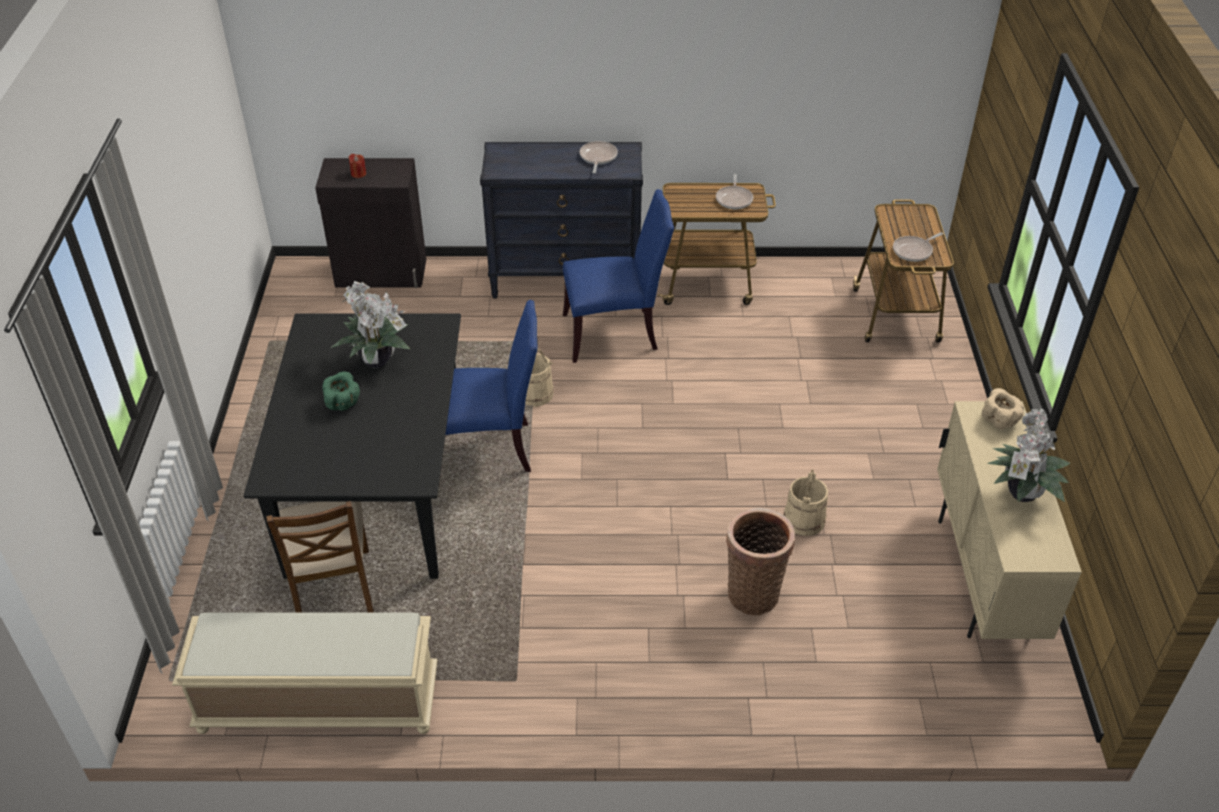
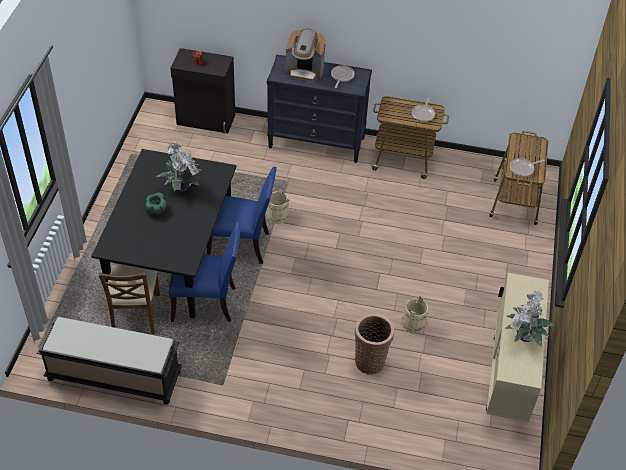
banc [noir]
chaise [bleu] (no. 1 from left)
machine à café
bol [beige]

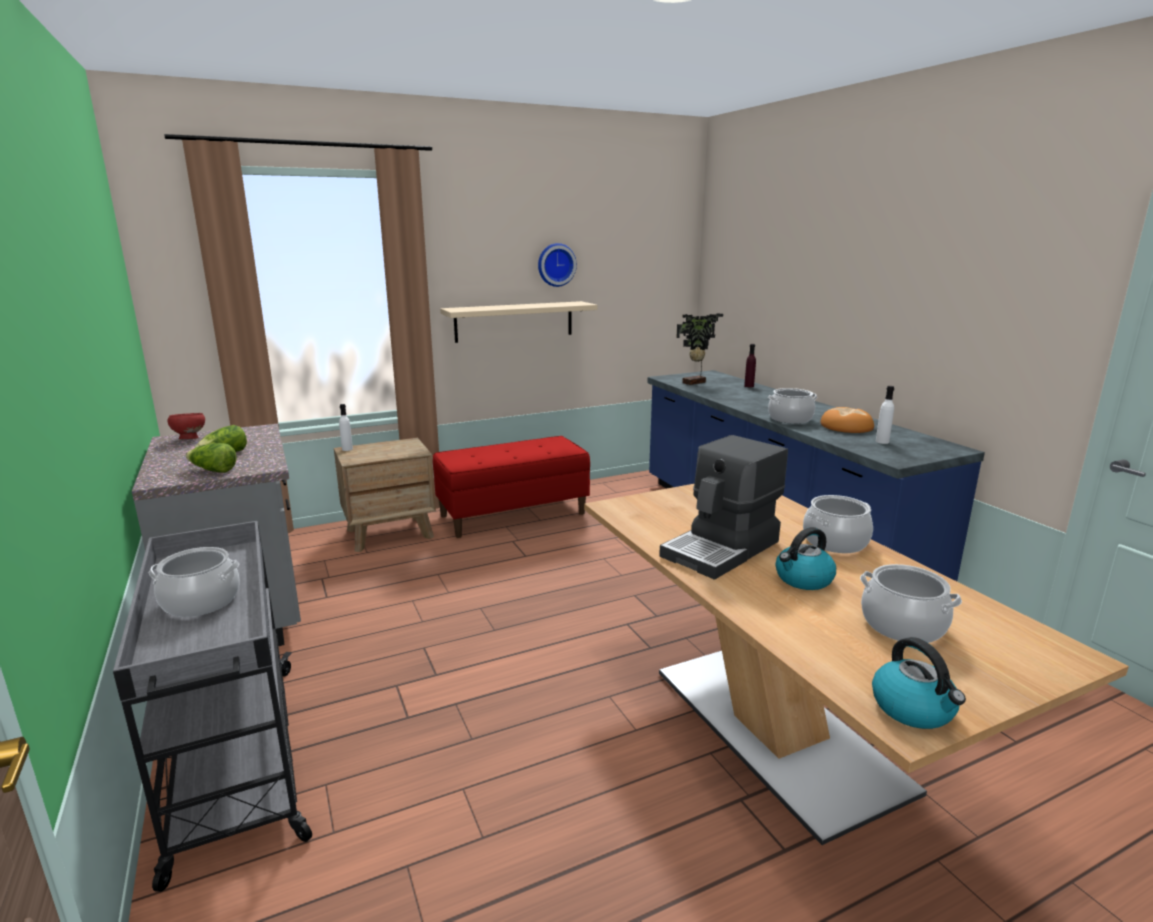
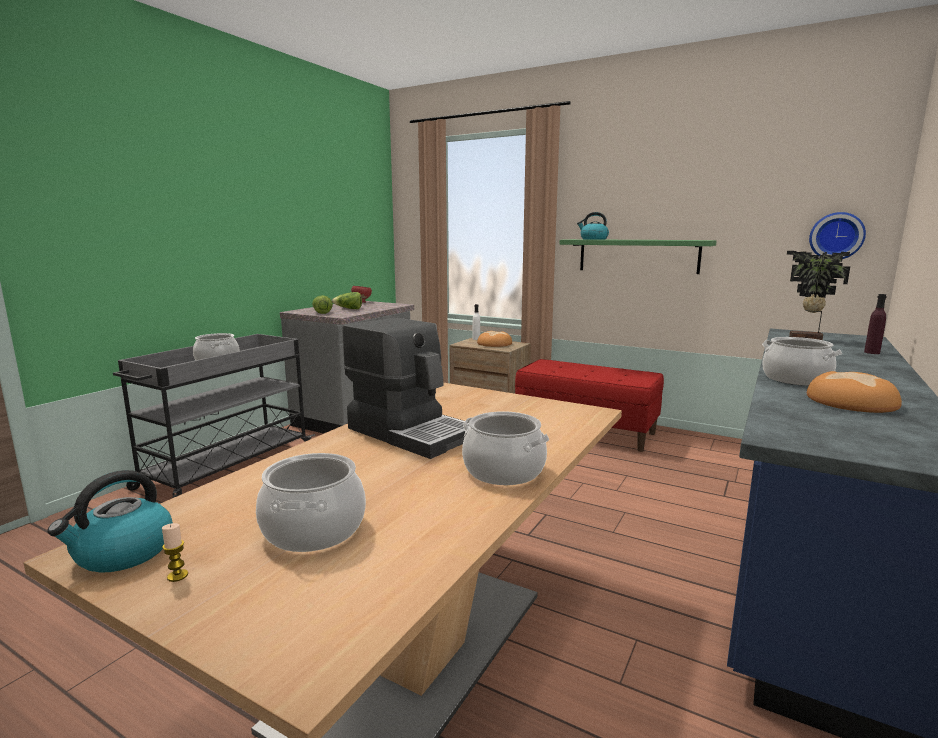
bougie
machine à café
pain (no. 1 from left)
étagère [vert]
bouilloire (no. 2 from left)
horloge murale
bouteille [blanc] (no. 2 from left in the first image)

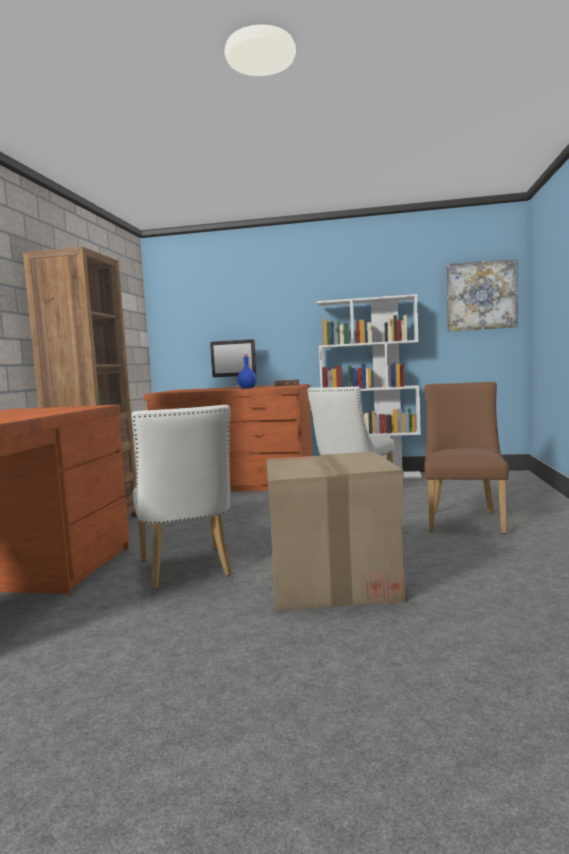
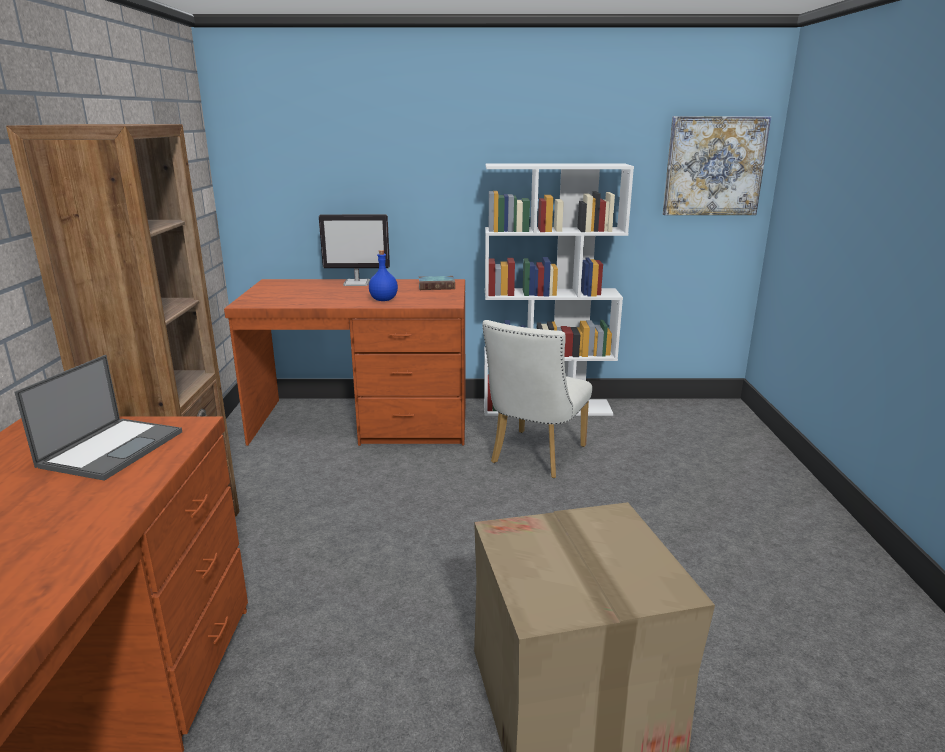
ordinateur portable
chaise [blanc] (no. 1 from left in the first image)
chaise [marron]

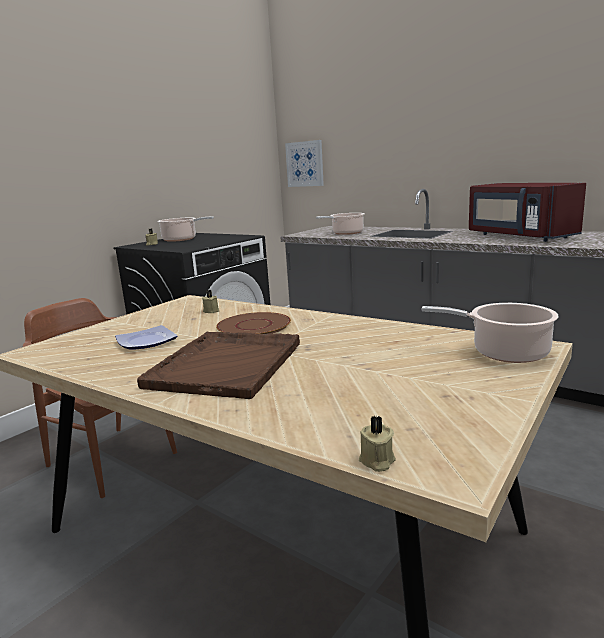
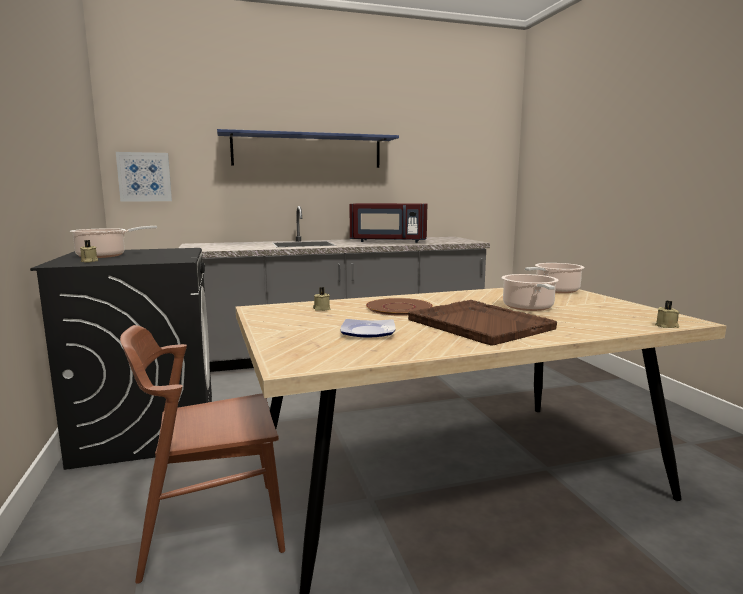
étagère [bleu]
marmite (no. 2 from left)

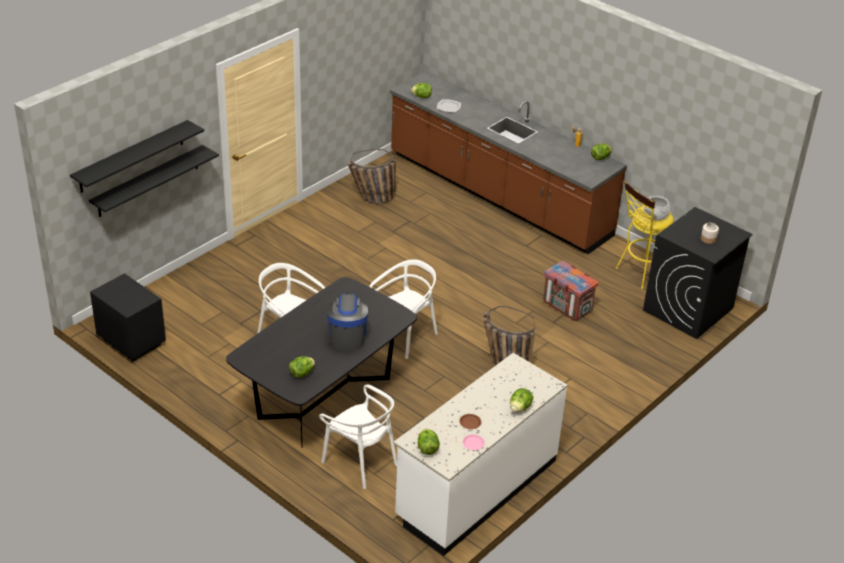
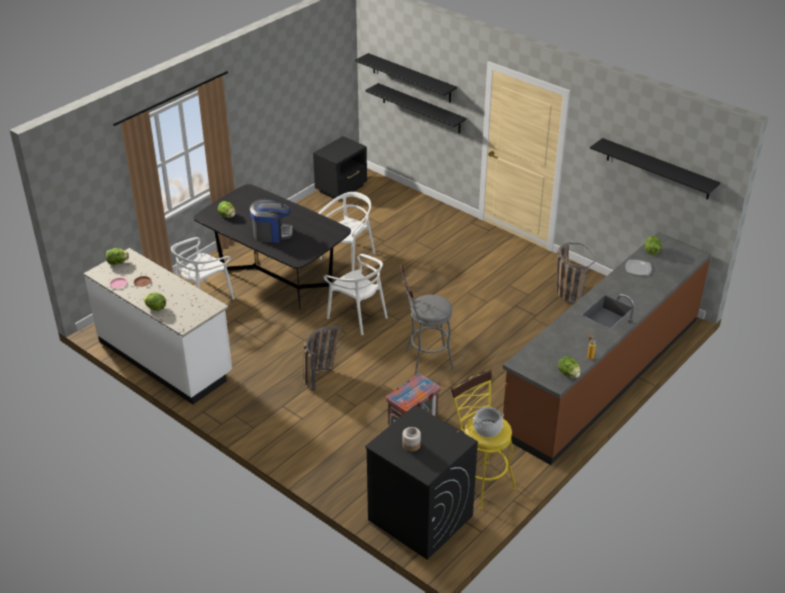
tabouret [gris]
étagère [noir] (no. 3 from left)

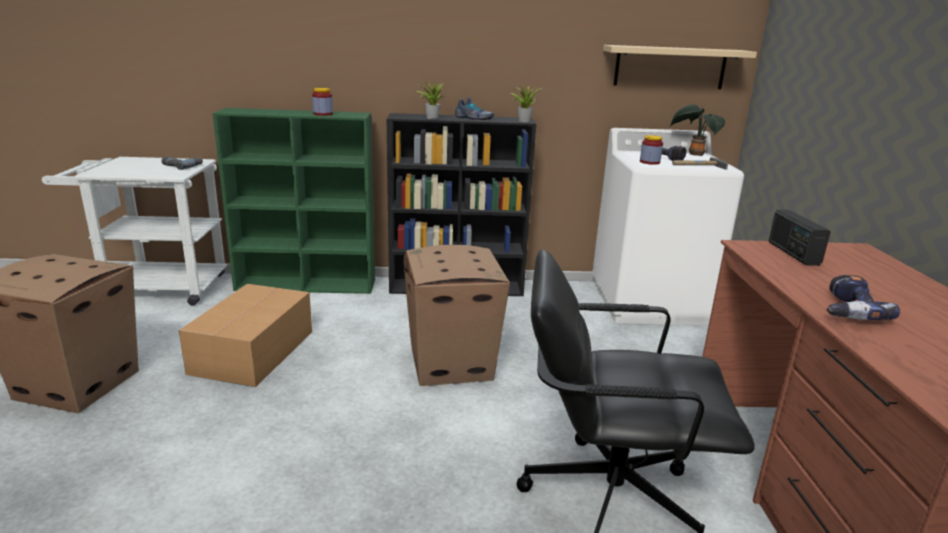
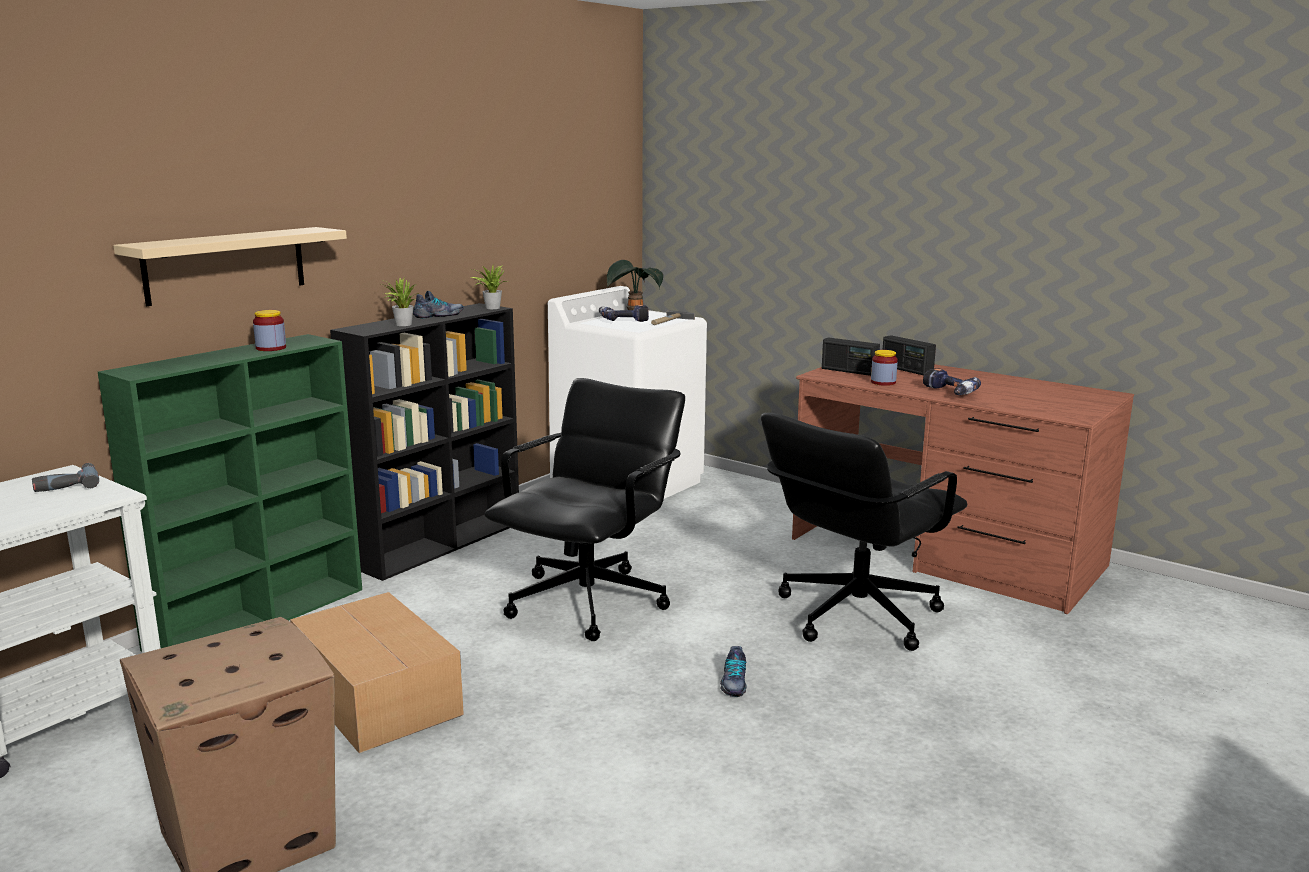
étagère [beige]
chaise de bureau [noir] (no. 1 from left)
chaussure (no. 2 from left)
bocal (no. 2 from left)
radio (no. 2 from left)

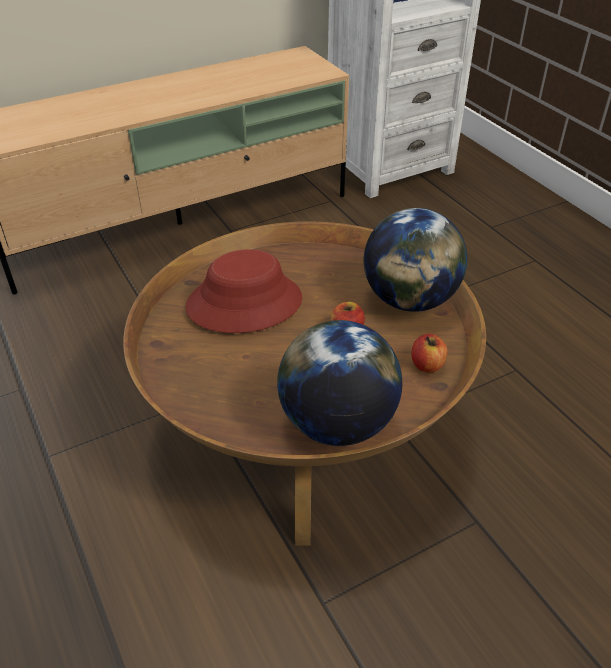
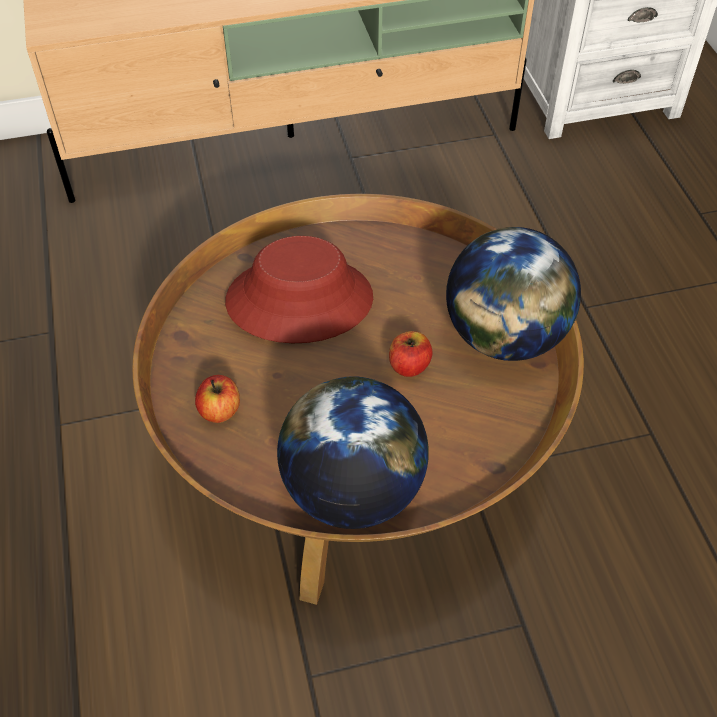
pomme (no. 1 from left)

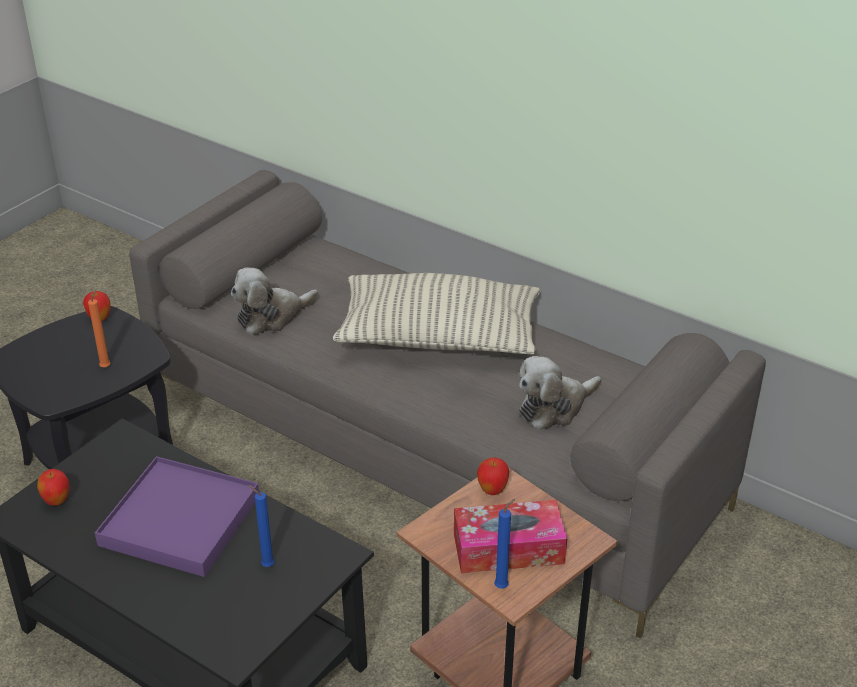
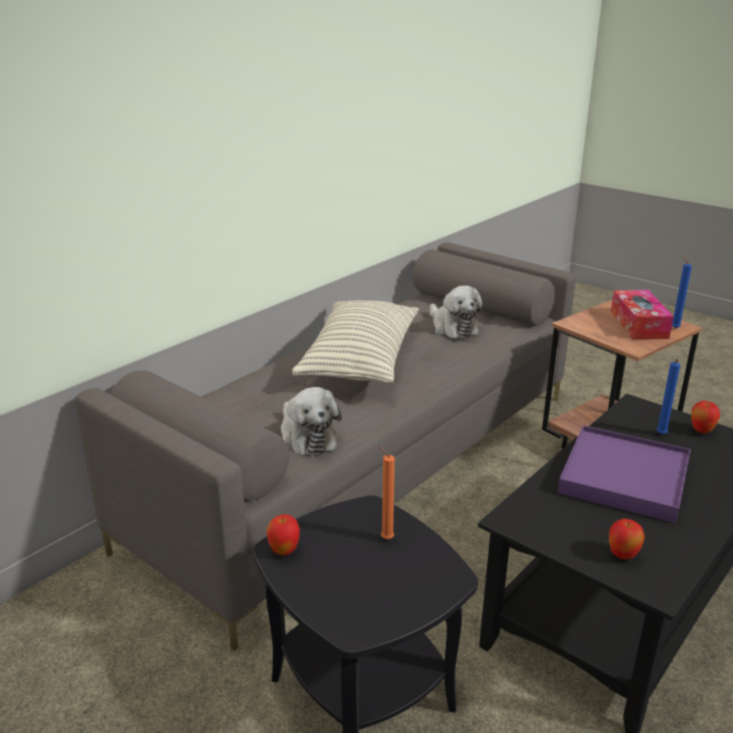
pomme (no. 3 from left)

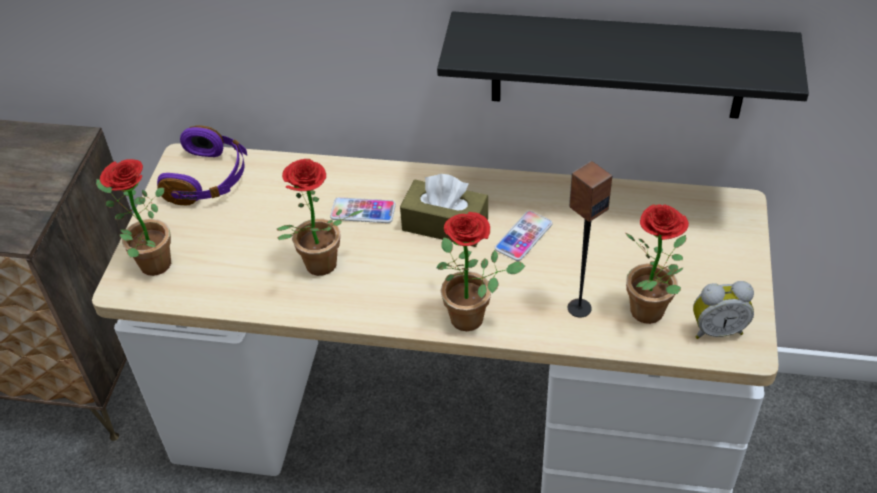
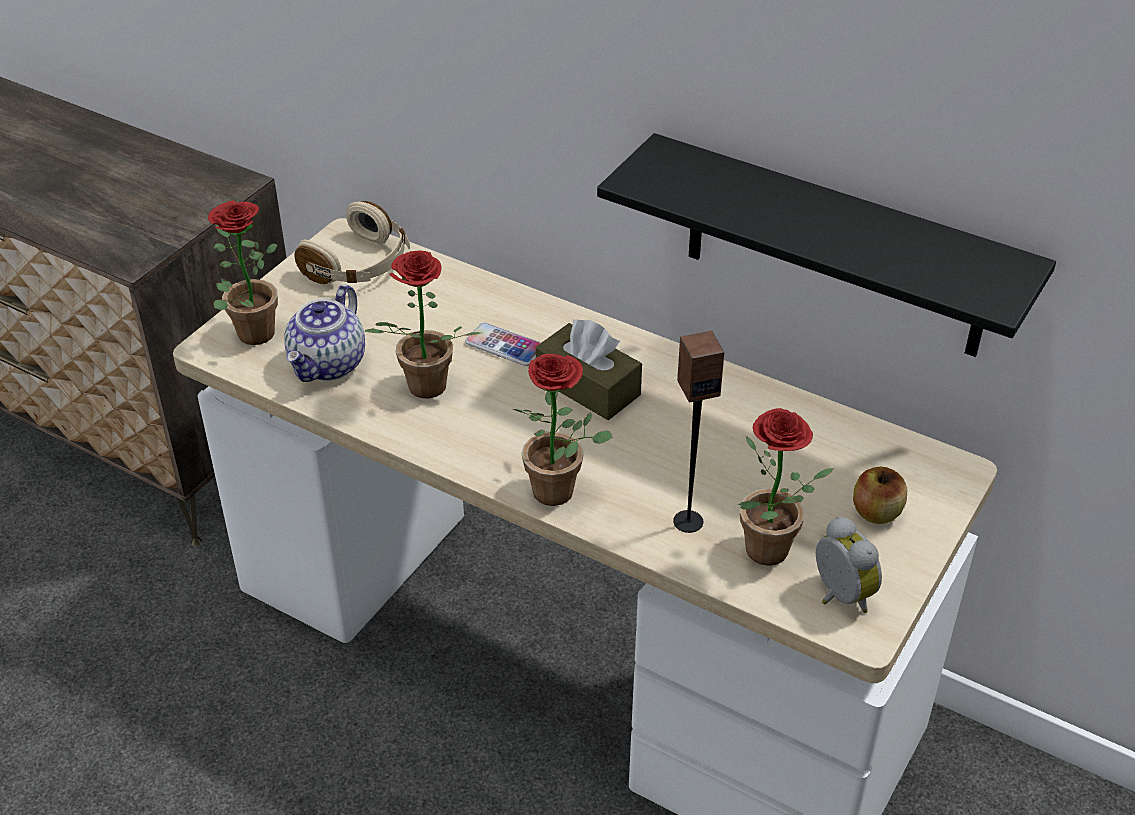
théière
casque audio [beige]
réveil
pomme
téléphone (no. 2 from left in the first image)

